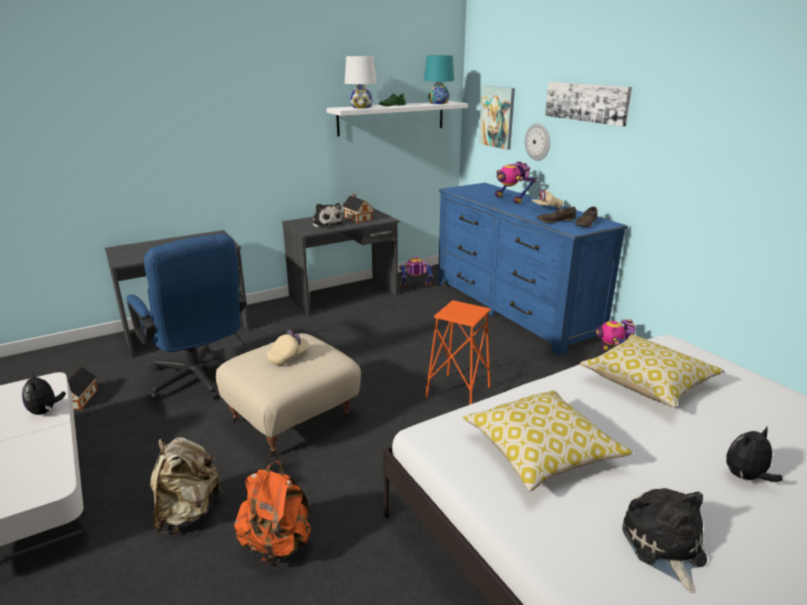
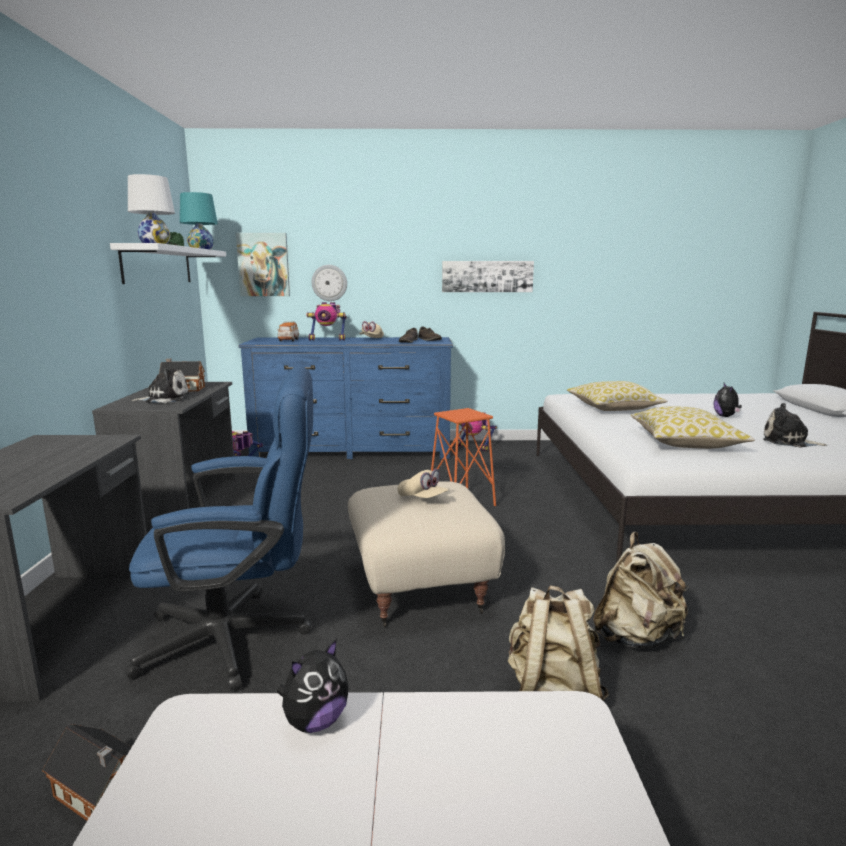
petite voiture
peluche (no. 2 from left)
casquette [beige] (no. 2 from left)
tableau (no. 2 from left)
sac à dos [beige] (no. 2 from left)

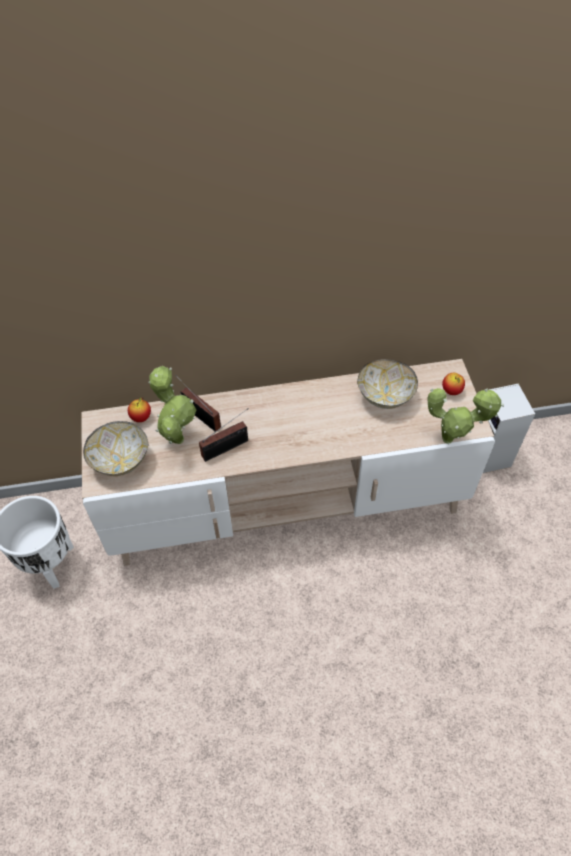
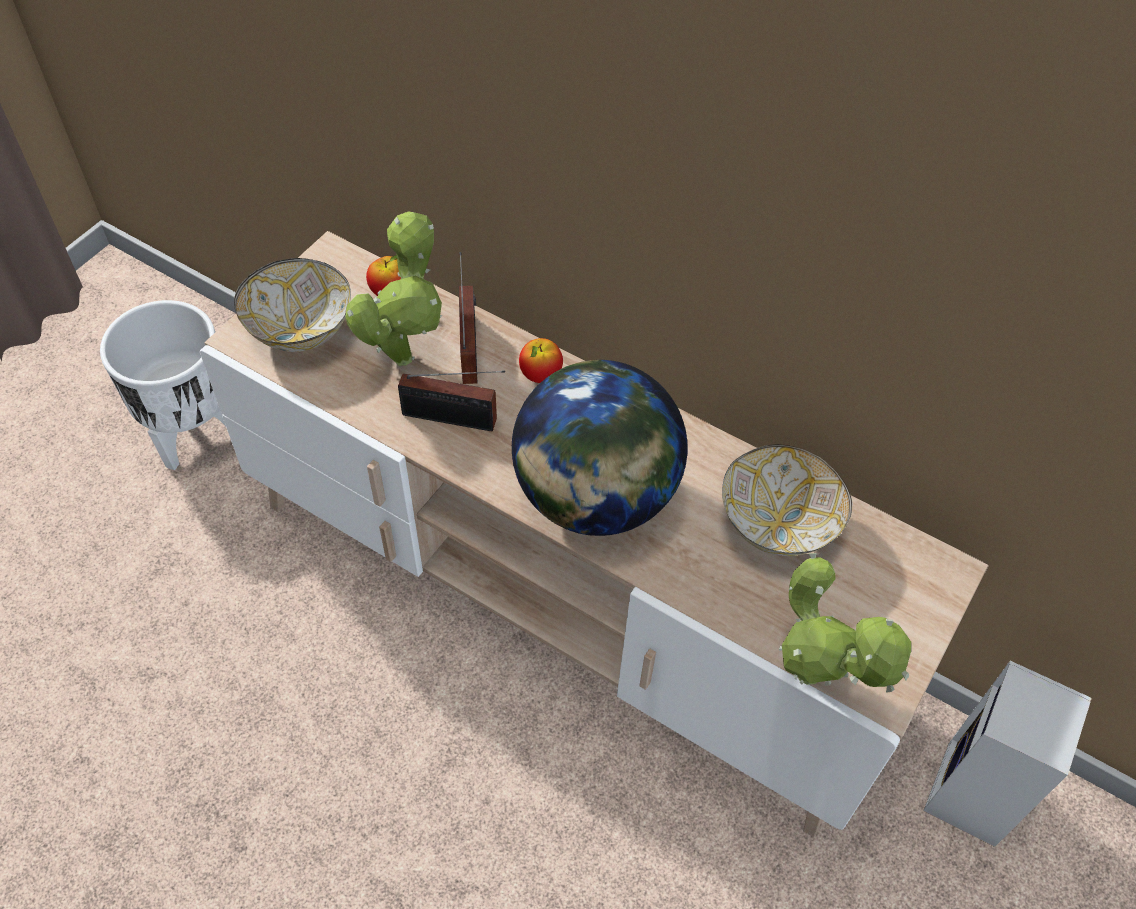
globe
pomme (no. 2 from left)

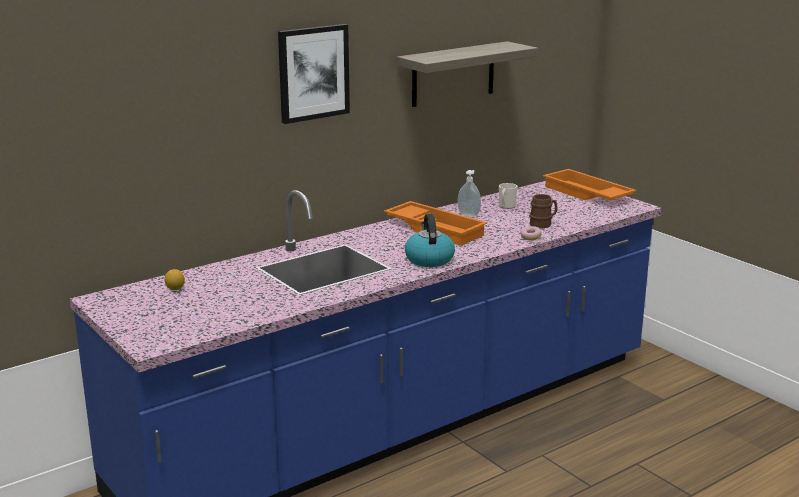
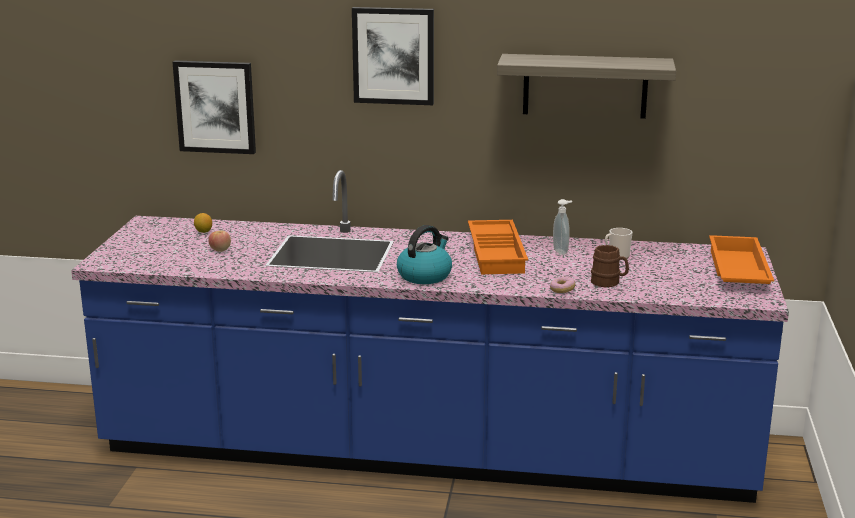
tableau (no. 1 from left)
pomme

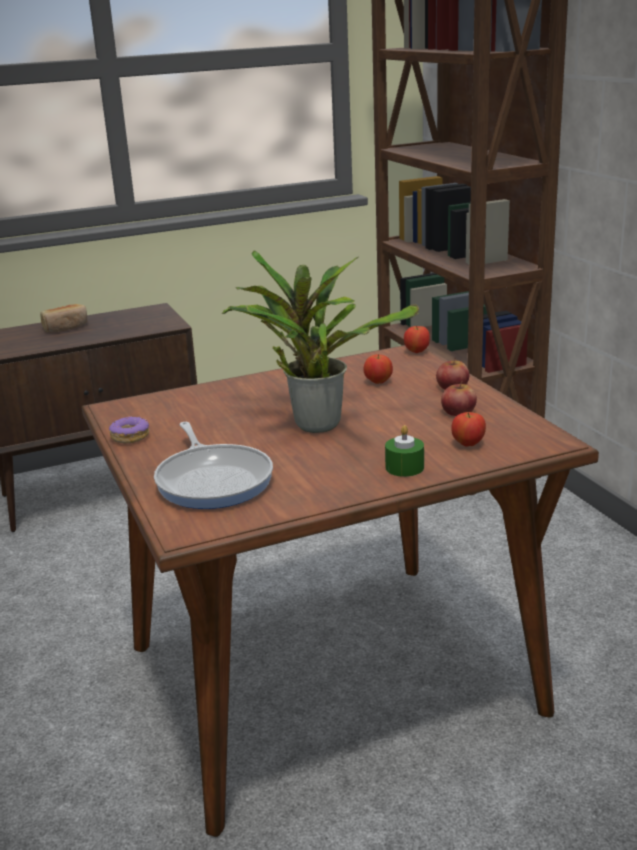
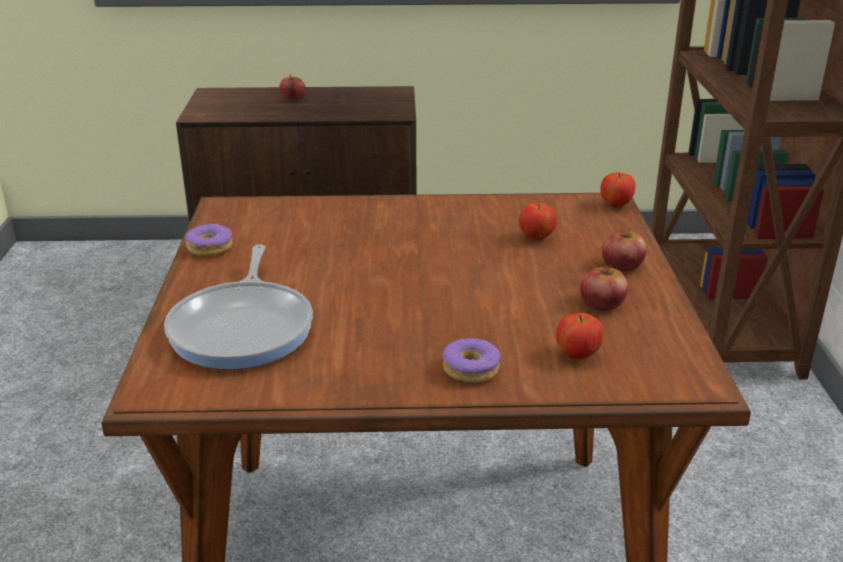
pomme (no. 1 from left)
beignet (no. 2 from left)
plante en pot

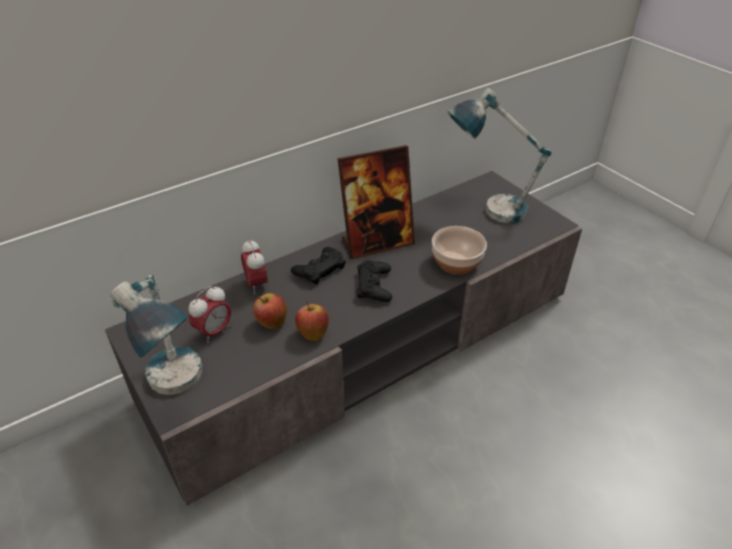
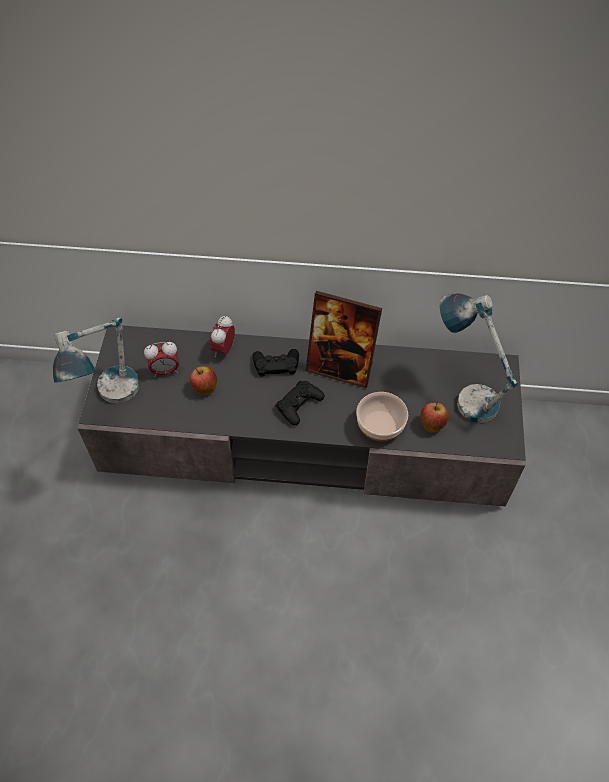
pomme (no. 2 from left)

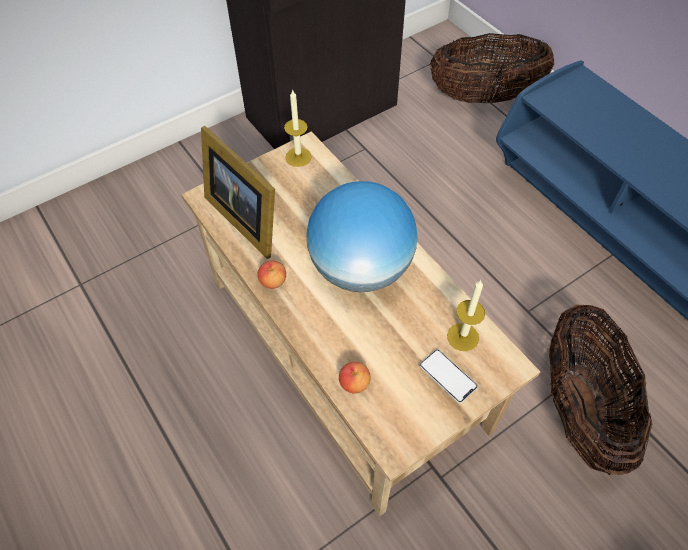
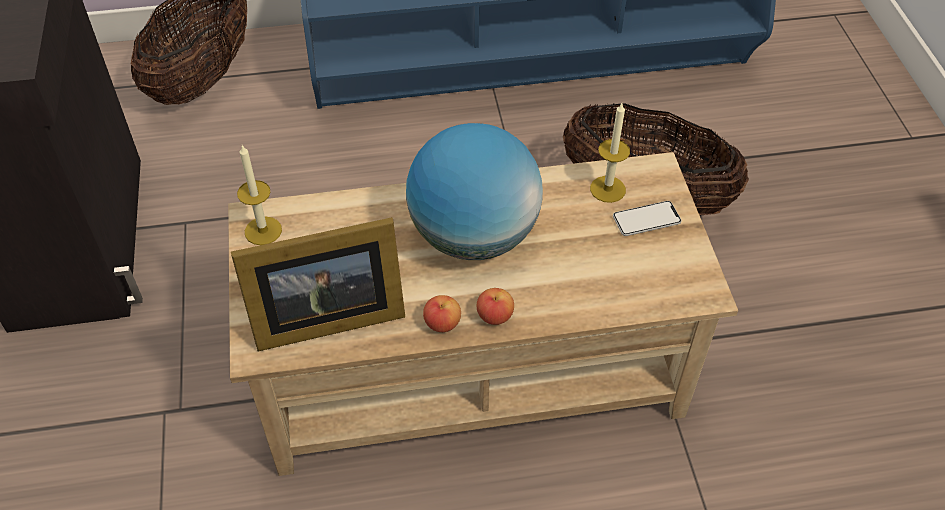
pomme (no. 2 from left)

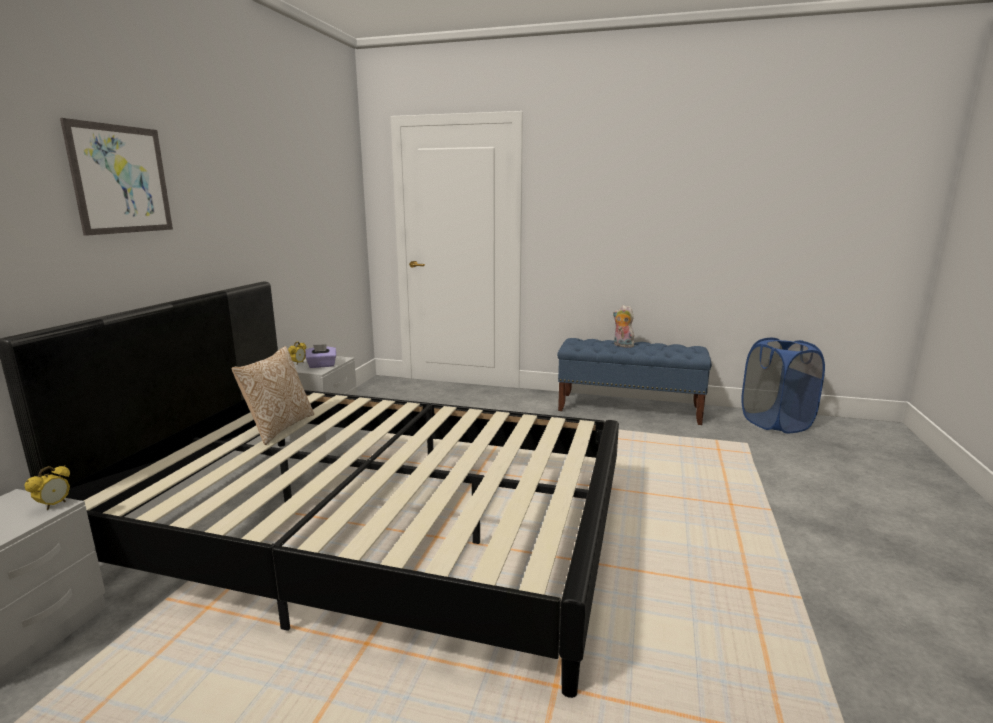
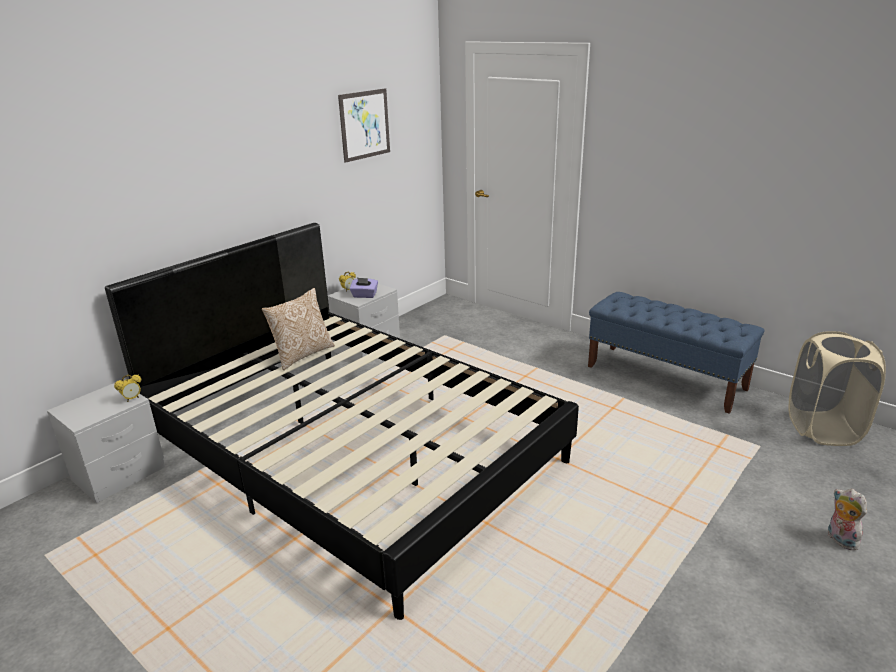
tableau
panier à linge [beige]
peluche

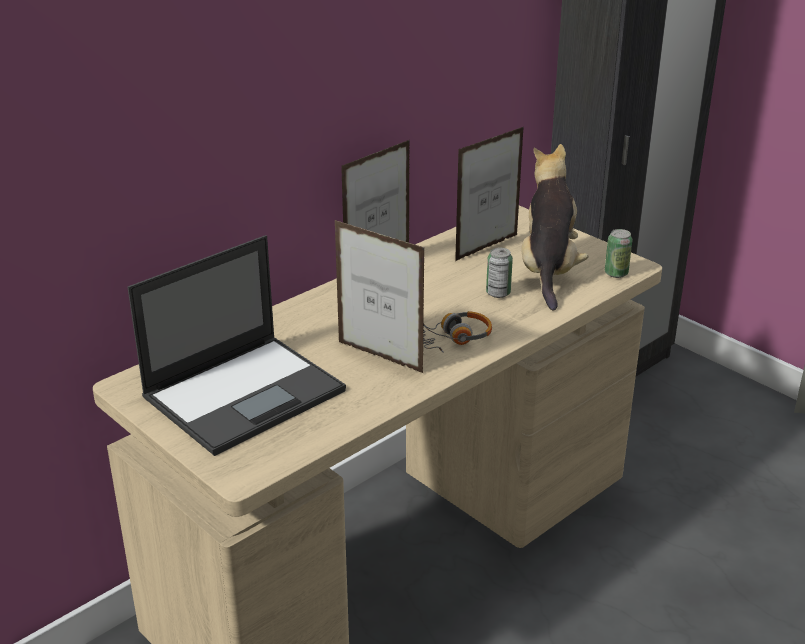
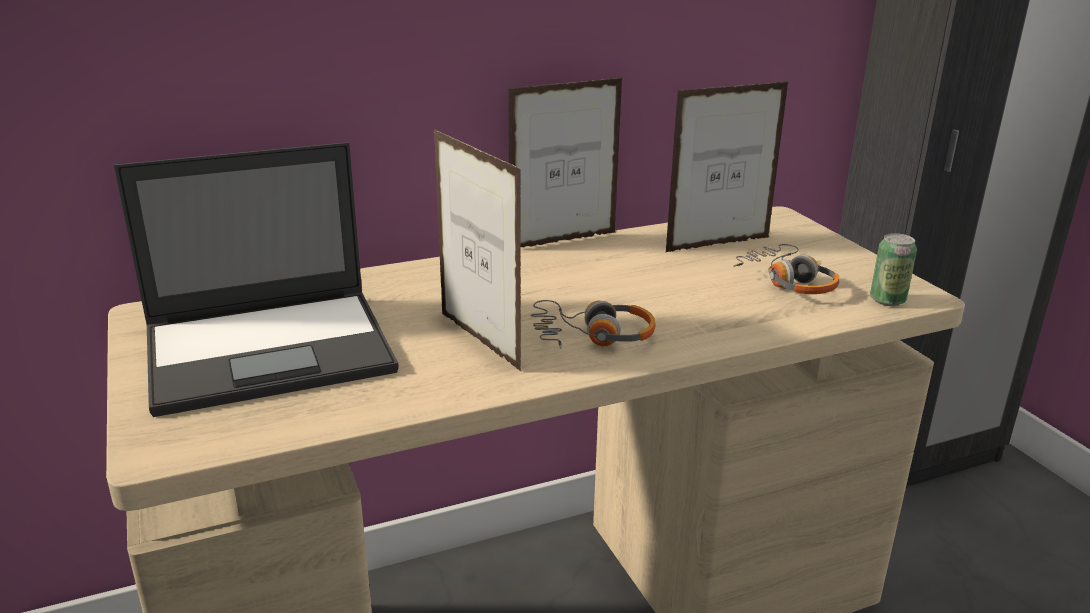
casque audio (no. 2 from left)
boîte métallique (no. 1 from left in the first image)

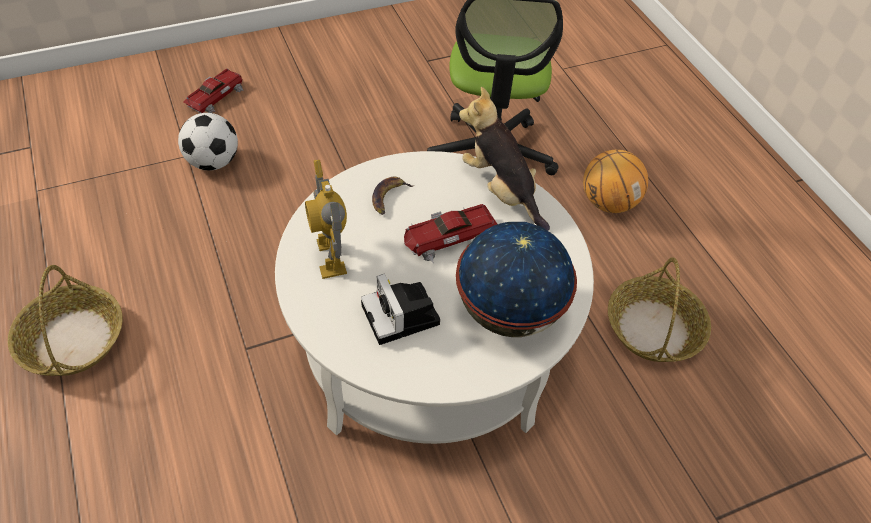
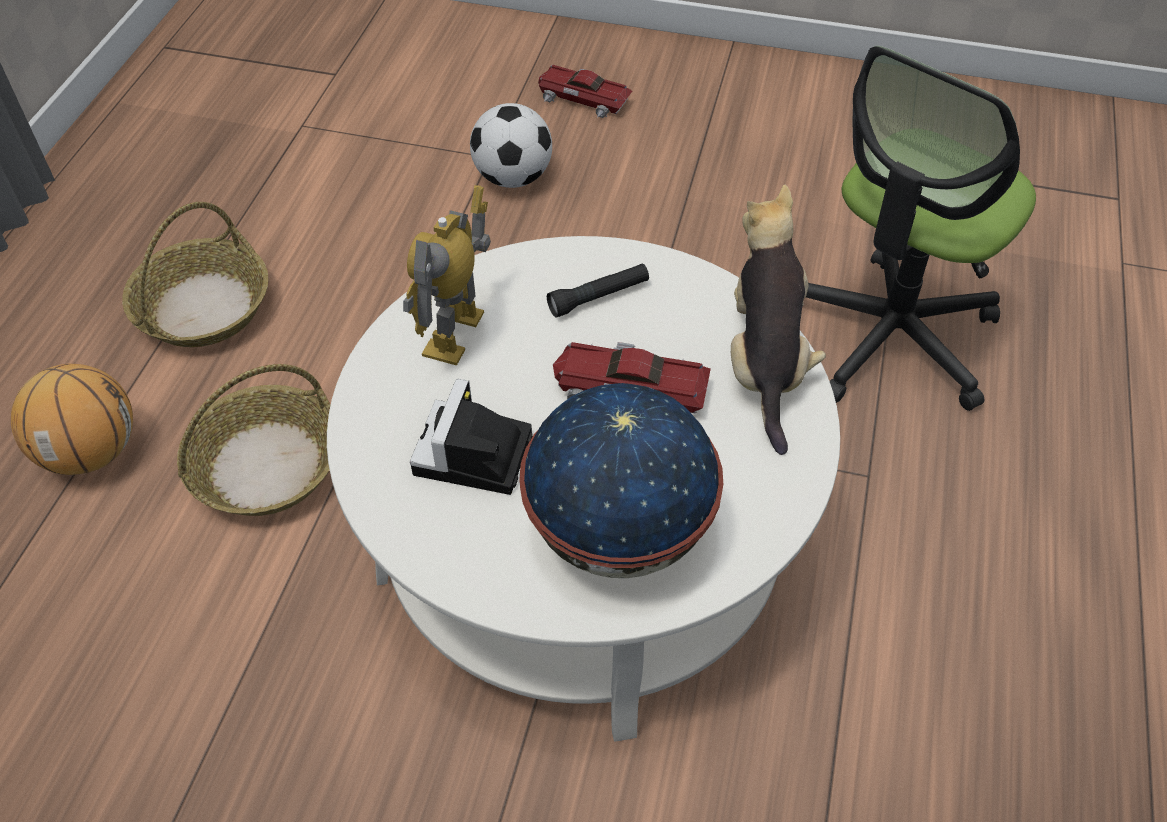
ballon de basket
panier (no. 2 from left)
petite voiture (no. 1 from left)
lampe de poche [noir]

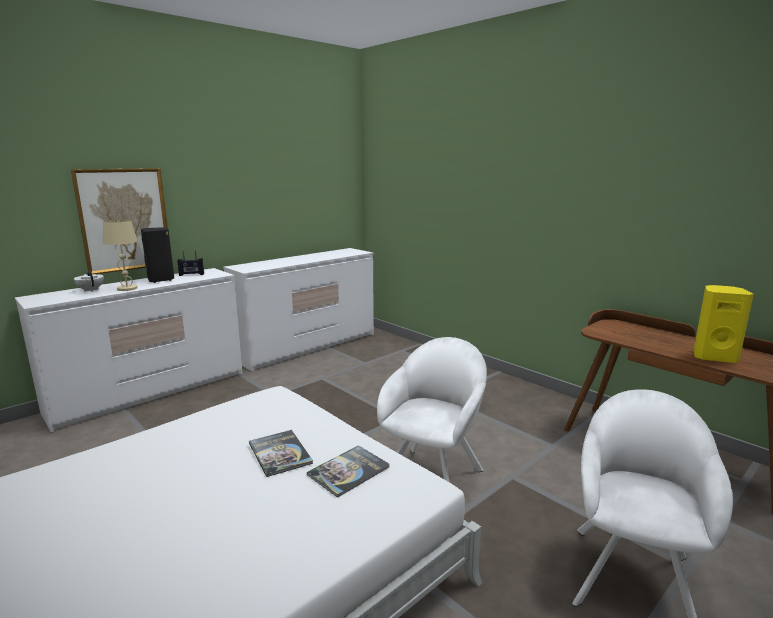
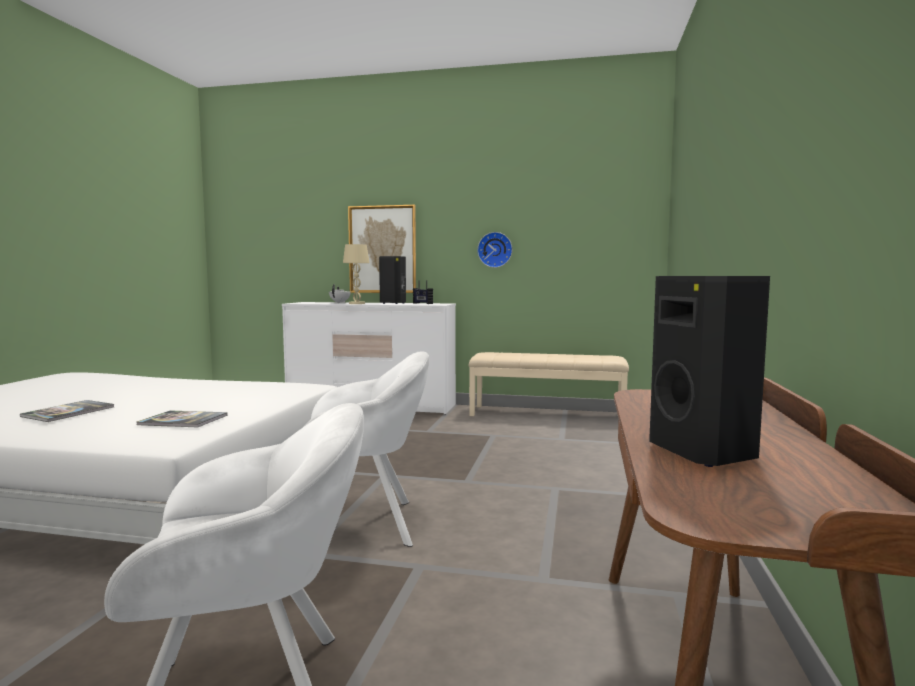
livre (no. 1 from left)
banc [beige]
horloge murale
enceinte [noir] (no. 2 from left)

